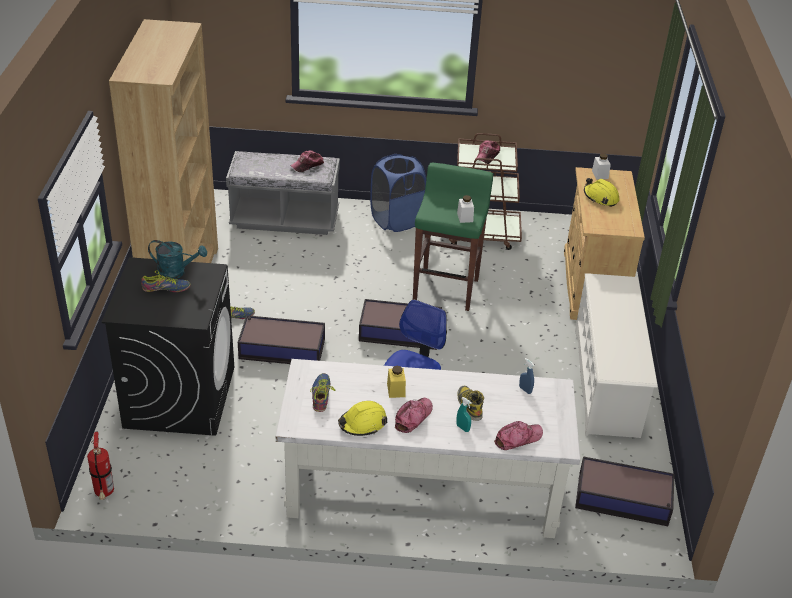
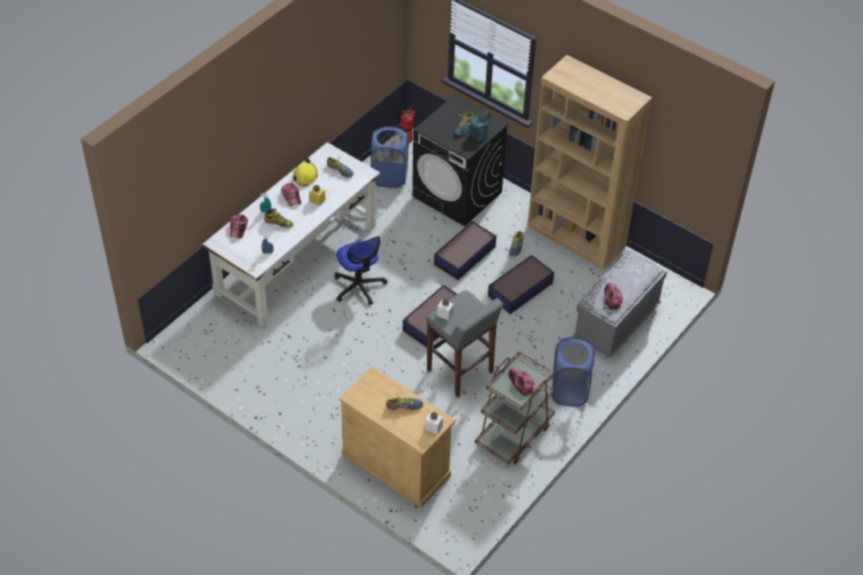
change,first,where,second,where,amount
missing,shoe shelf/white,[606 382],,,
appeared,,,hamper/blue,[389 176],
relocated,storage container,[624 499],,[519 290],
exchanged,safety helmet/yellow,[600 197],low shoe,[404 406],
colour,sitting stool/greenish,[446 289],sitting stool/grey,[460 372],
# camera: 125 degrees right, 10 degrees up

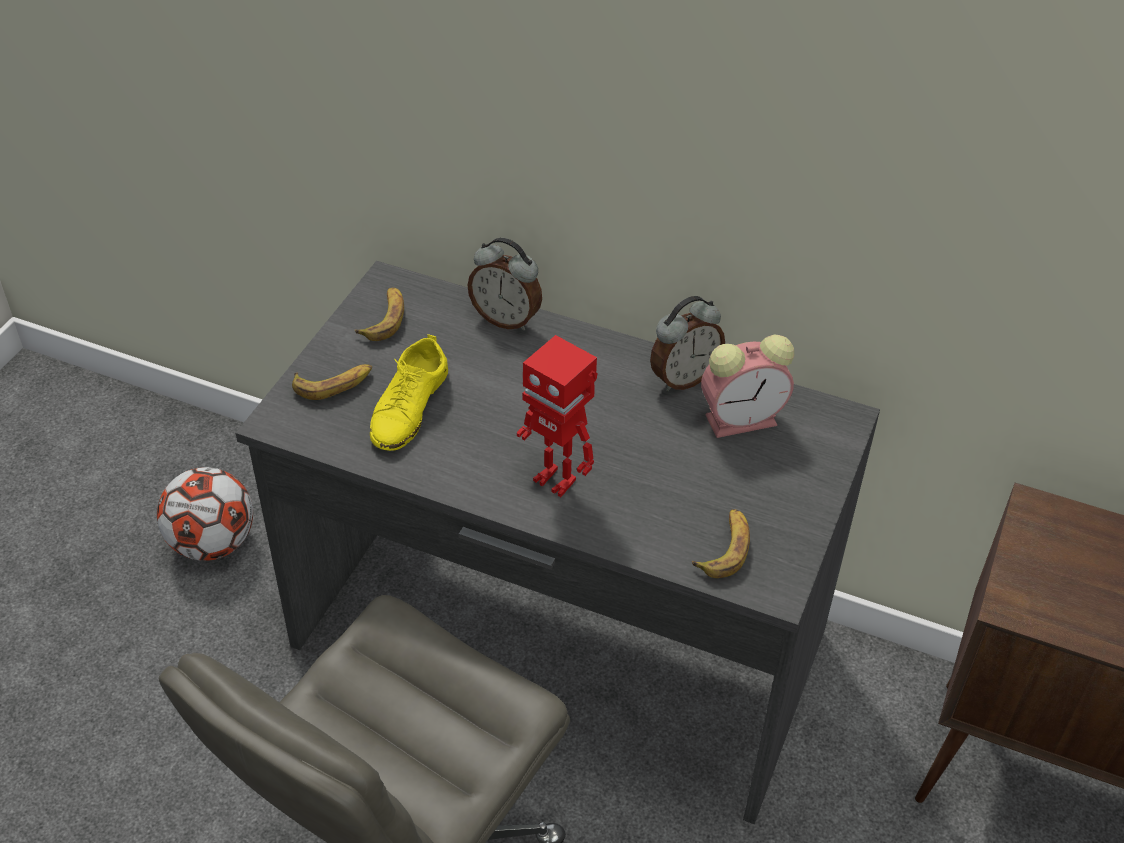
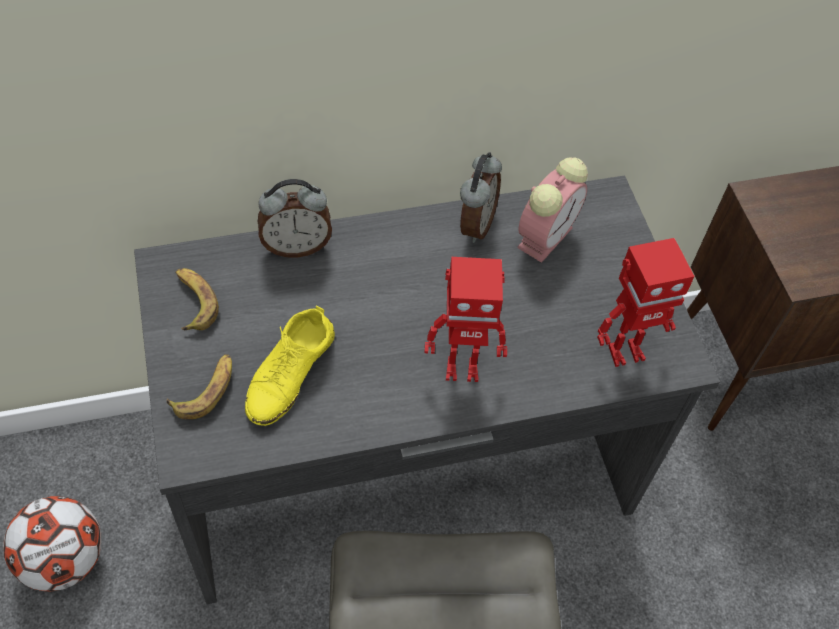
change,first,where,second,where,amount
exchanged,whole banana,[724 548],toy robot,[624 351],
spun,low shoe/yellow,[409 407],,[290 373],45 degrees clockwise
# camera: 40 degrees left, 10 degrees up

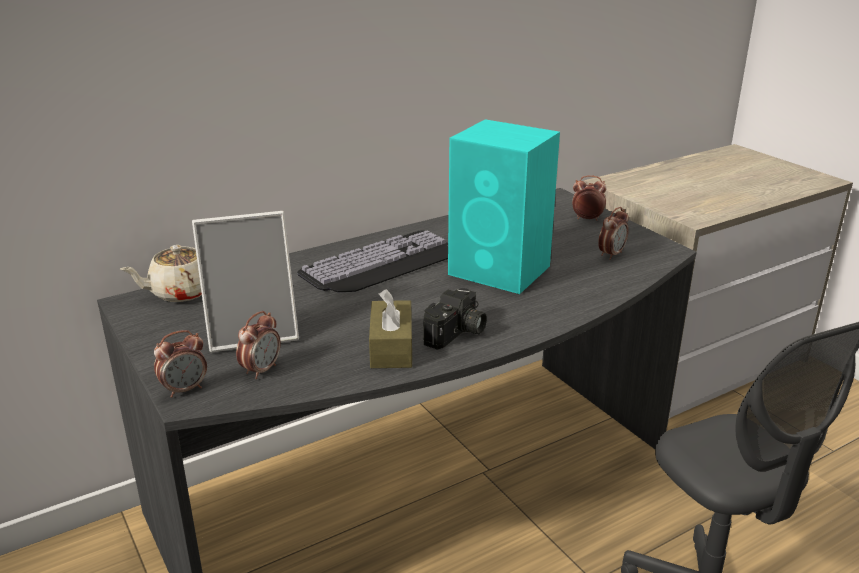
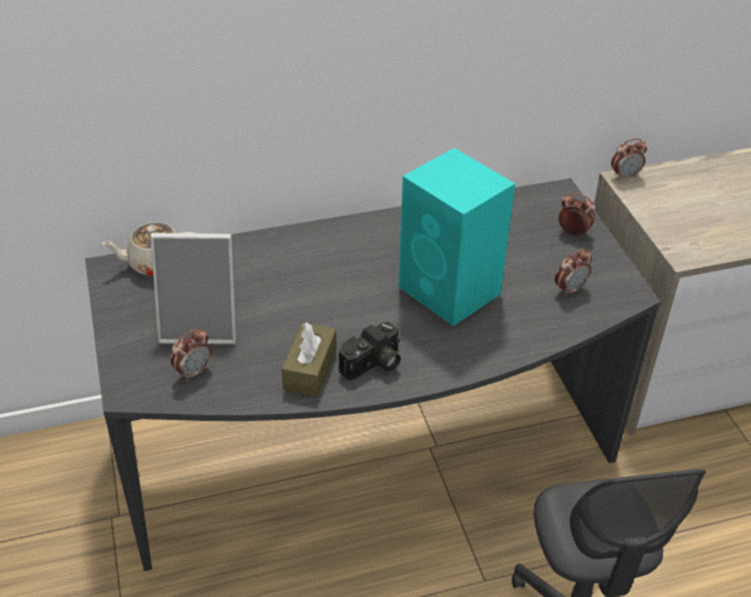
change,first,where,second,where,amount
missing,keyboard,[382 264],,,
relocated,table clock,[185 389],,[625 176],
# camera: 15 degrees right, 15 degrees up

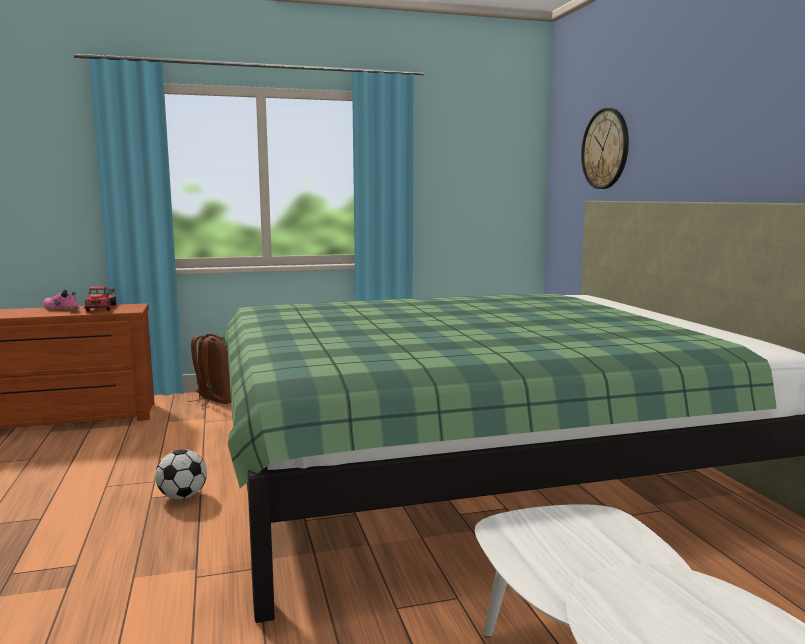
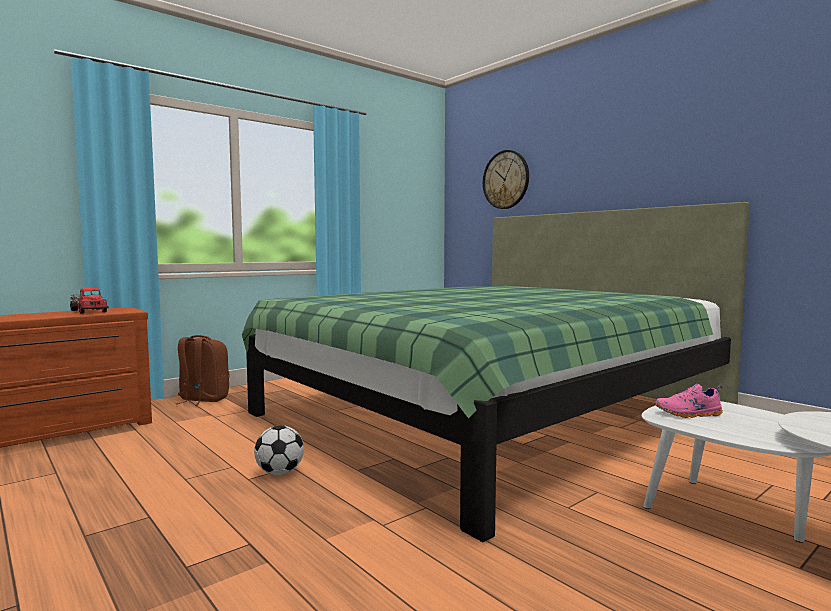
change,first,where,second,where,amount
relocated,low shoe/pink-coloured,[60 309],,[689 414],
# camera: 25 degrees left, 5 degrees down

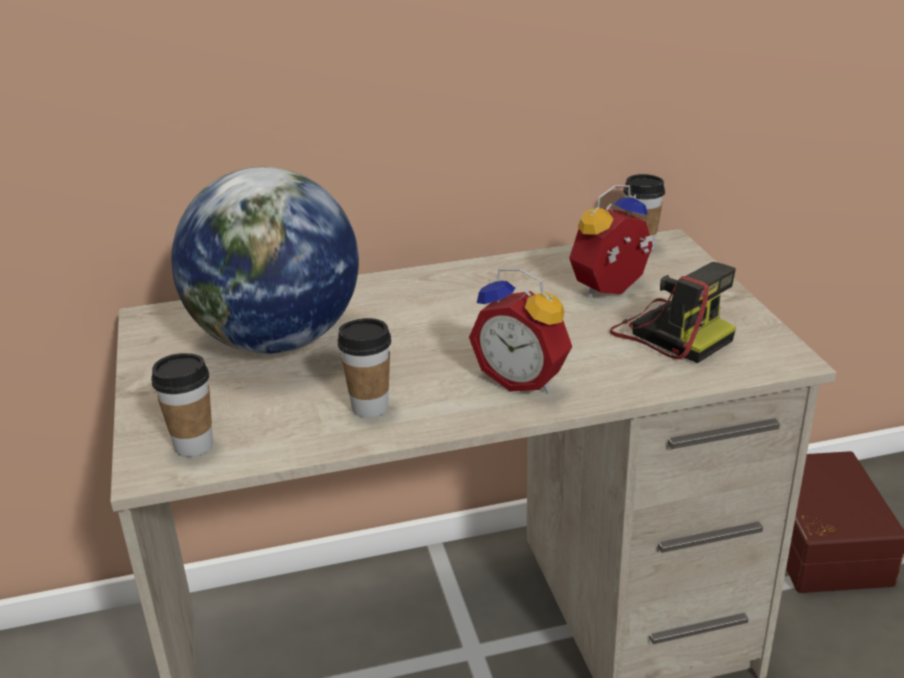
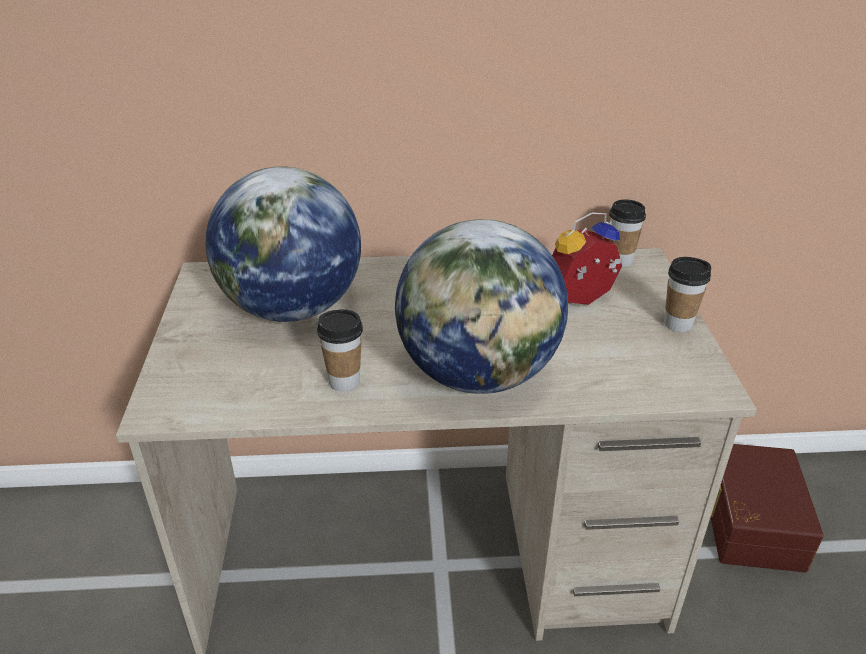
change,first,where,second,where,amount
missing,still camera,[670 333],,,
relocated,small cup,[193 445],,[678 324],
exchanged,table clock,[523 379],desk globe,[478 374],
# camera: 10 degrees right, 5 degrees up

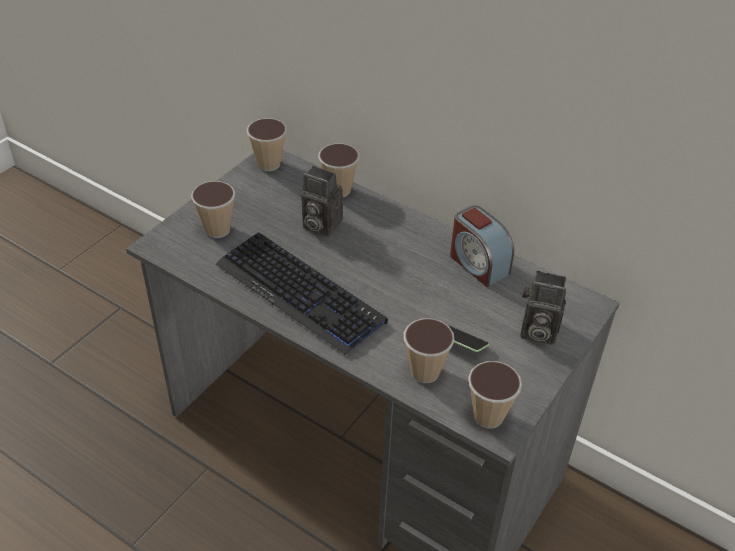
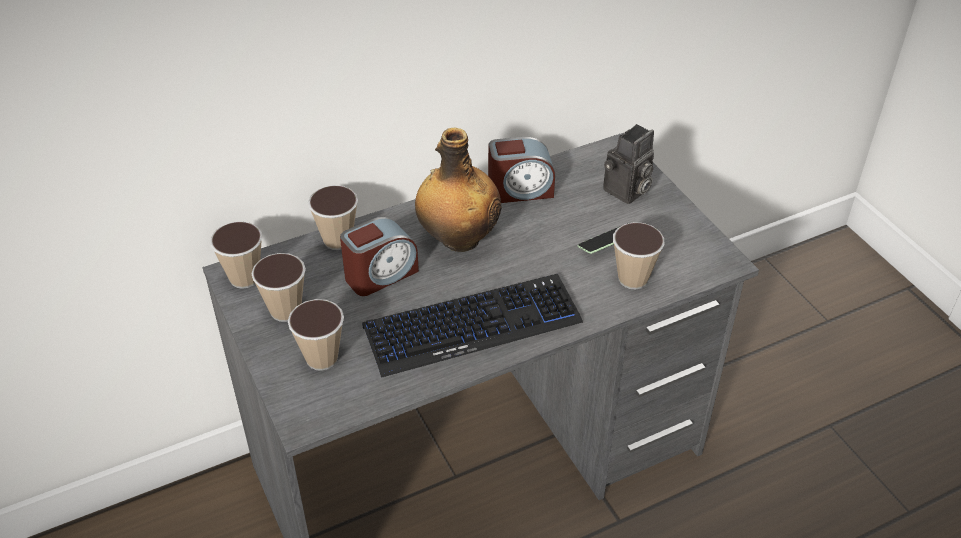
change,first,where,second,where,amount
appeared,,,drink bottle,[458 239],
relocated,small cup,[488 416],,[285 310],
exchanged,still camera,[319 225],table clock,[380 275],
# camera: 60 degrees left, 0 degrees up

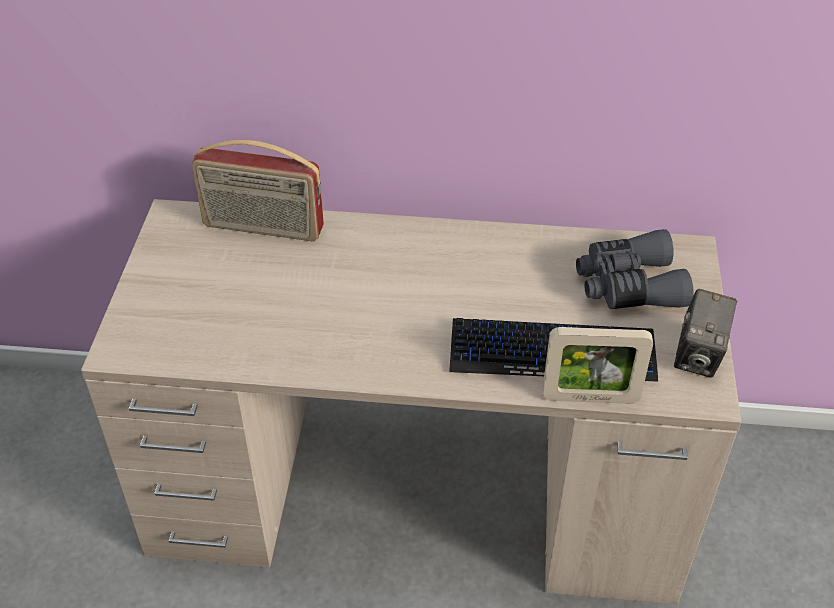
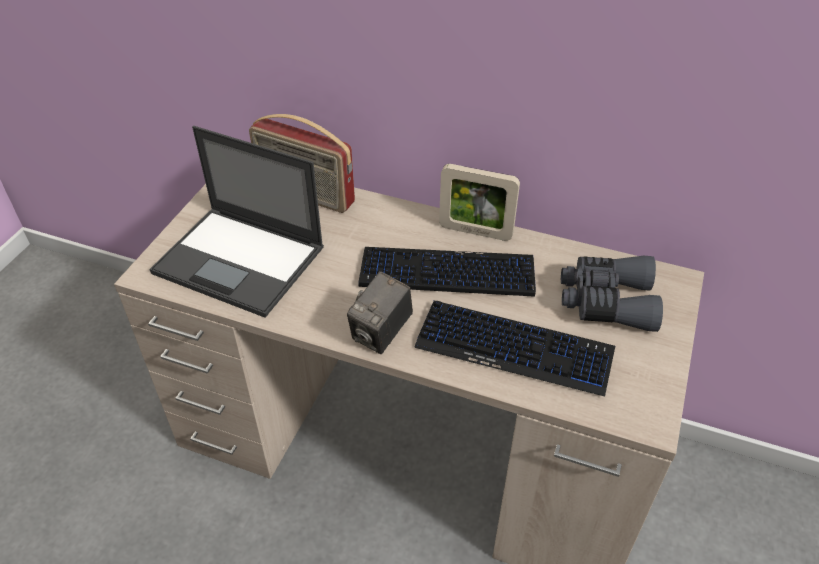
change,first,where,second,where,amount
appeared,,,laptop,[241 260],
appeared,,,keyboard,[447 273],
relocated,picture frame,[590 398],,[475 232],
relocated,still camera,[698 356],,[381 333],
# camera: 15 degrees right, 0 degrees up

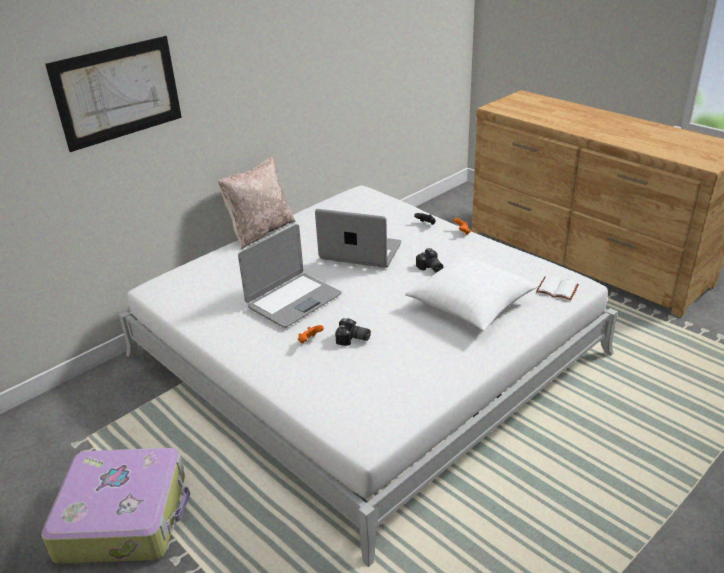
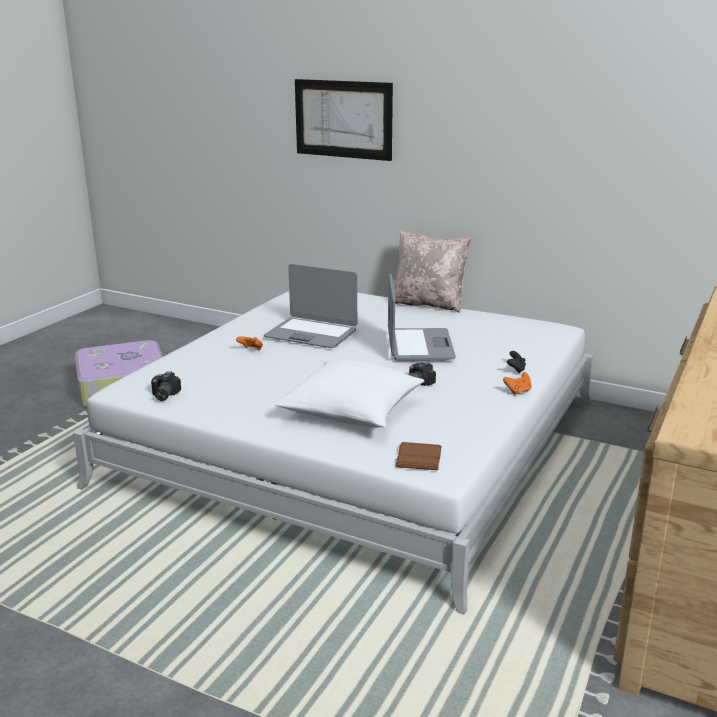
change,first,where,second,where,amount
relocated,still camera,[353 339],,[163 395],
colour,bound book/white,[556 290],bound book/brownish,[417 457],
# camera: 70 degrees right, 10 degrees down

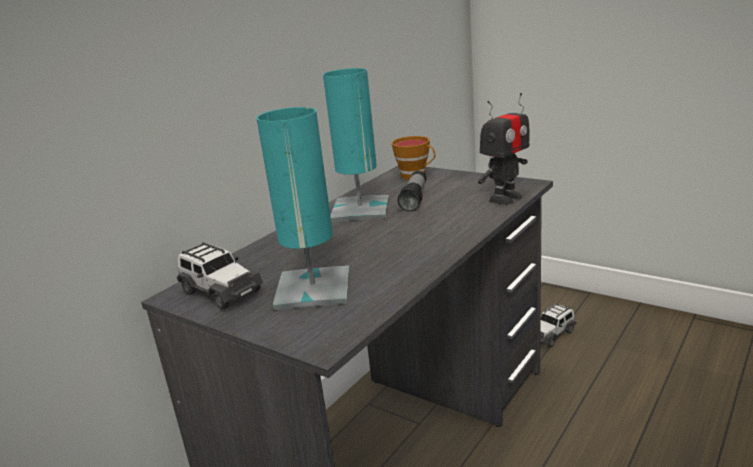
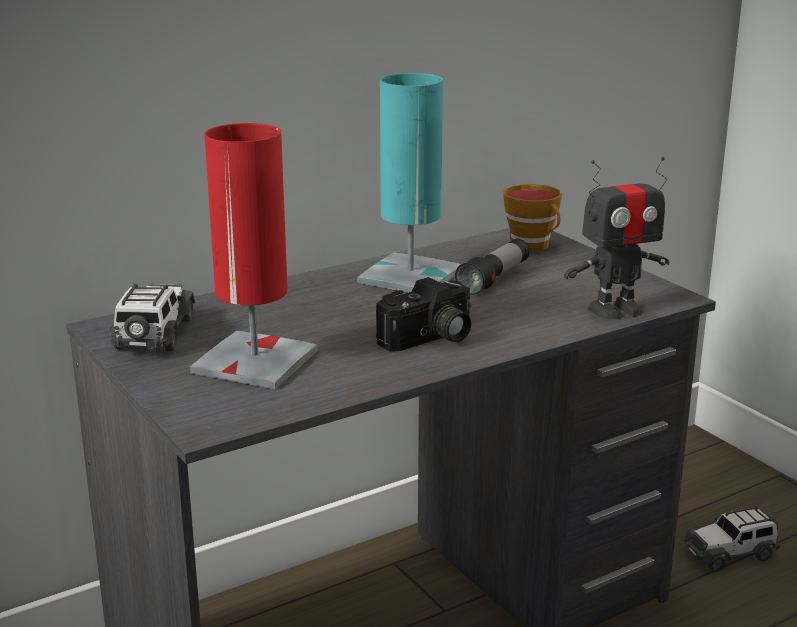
change,first,where,second,where,amount
appeared,,,still camera,[430 339],
colour,table lamp/blue-green,[313 289],table lamp/reddish,[255 362],
spun,miniature car,[220 291],,[154 335],150 degrees counterclockwise
# camera: 20 degrees right, 0 degrees up

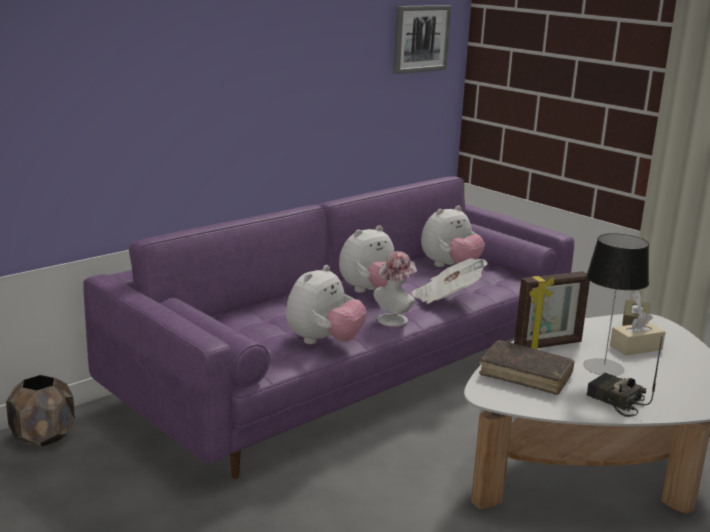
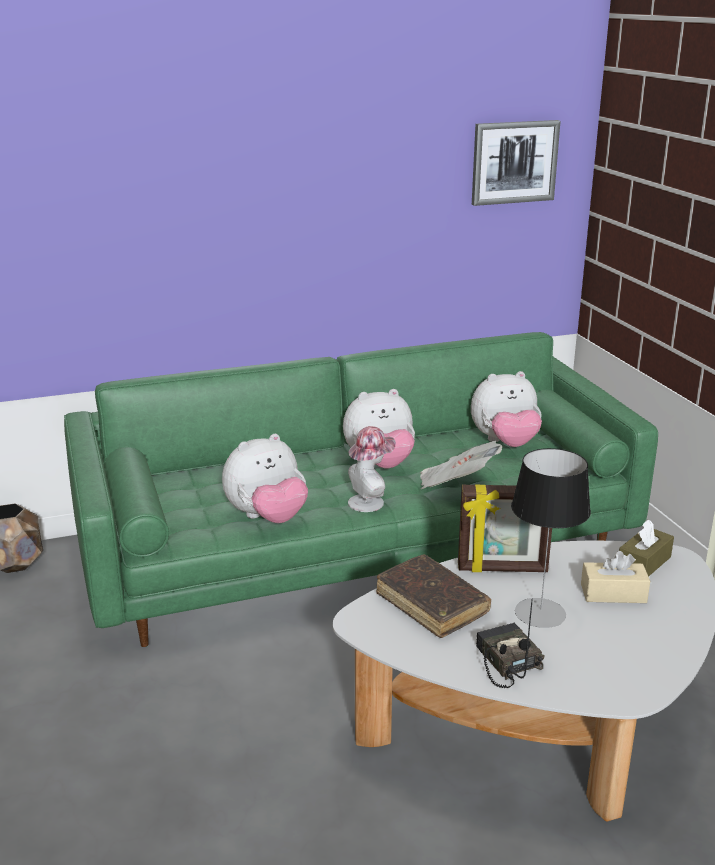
change,first,where,second,where,amount
colour,settee/purple,[350 372],settee/greenish,[357 548],
# camera: 25 degrees right, 5 degrees up

